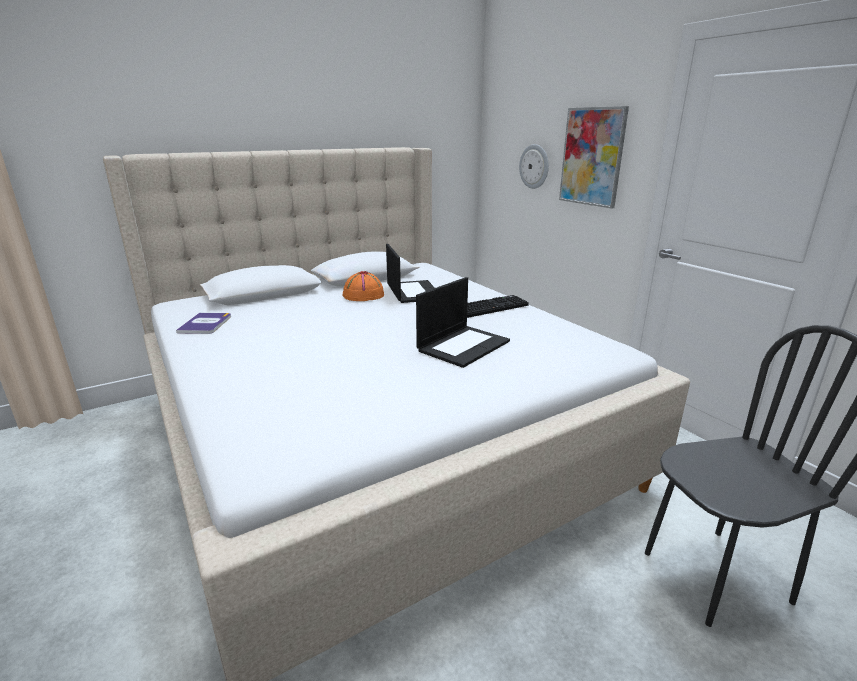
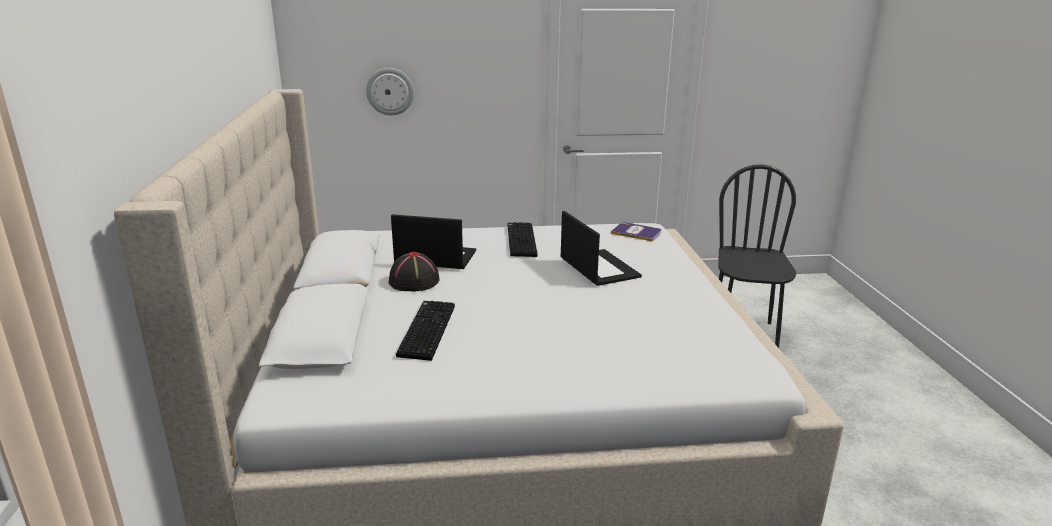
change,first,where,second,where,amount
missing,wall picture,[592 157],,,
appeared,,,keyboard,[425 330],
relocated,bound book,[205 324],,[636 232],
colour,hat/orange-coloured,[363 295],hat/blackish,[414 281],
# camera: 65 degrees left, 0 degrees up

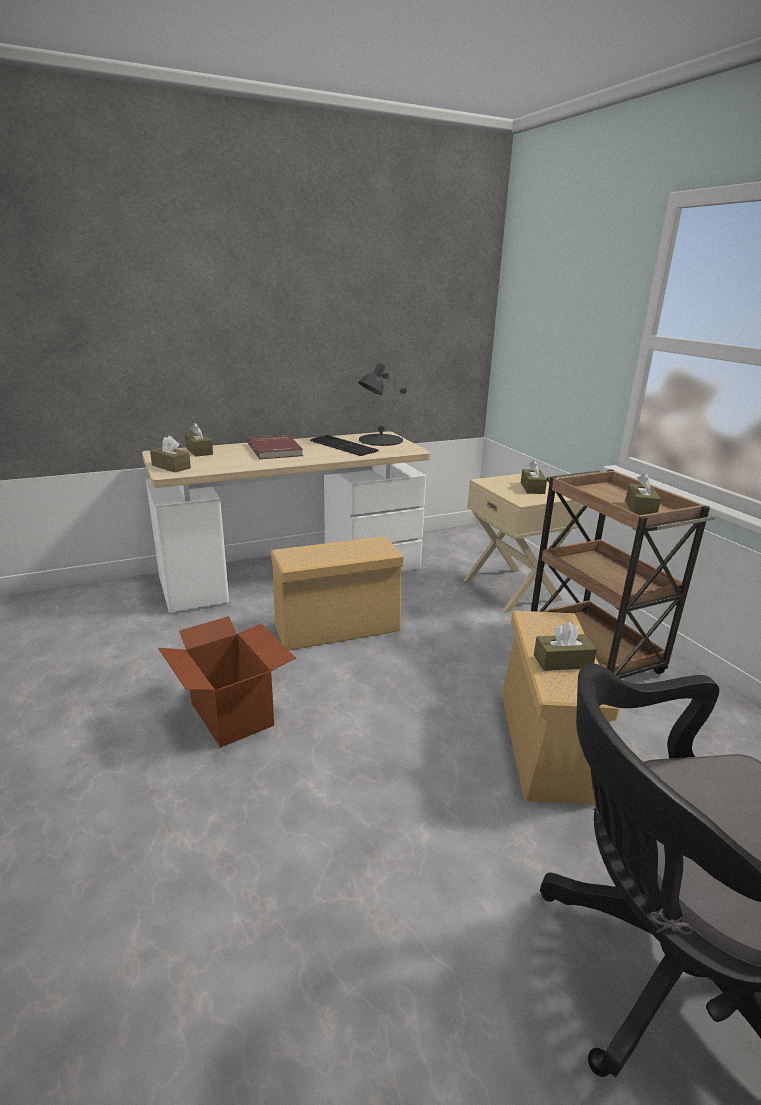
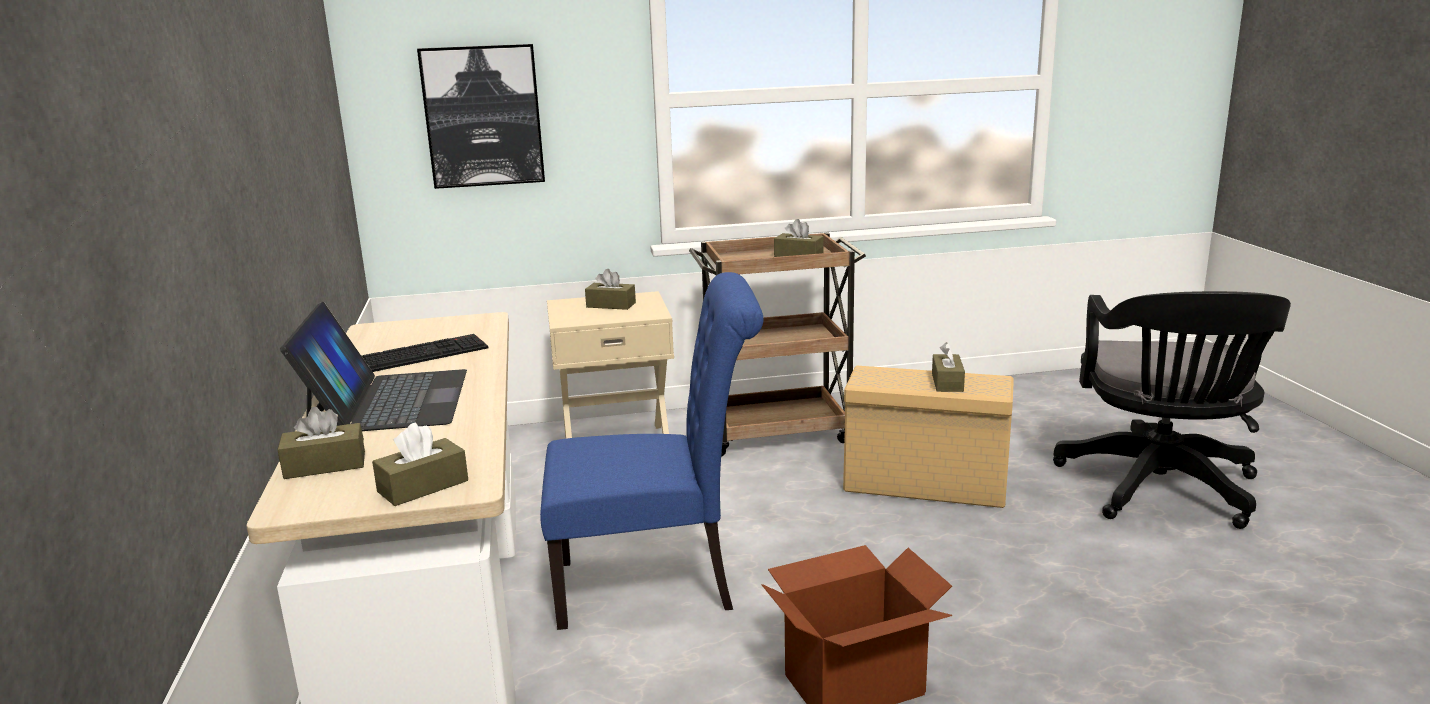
change,first,where,second,where,amount
missing,table lamp/blackish,[380 440],,,
appeared,,,wall picture,[483 116],
exchanged,bound book/reddish,[276 450],laptop,[388 401],
exchanged,storage container/sand-coloured,[335 629],chair/blue,[657 585],
# camera: 75 degrees left, 5 degrees down

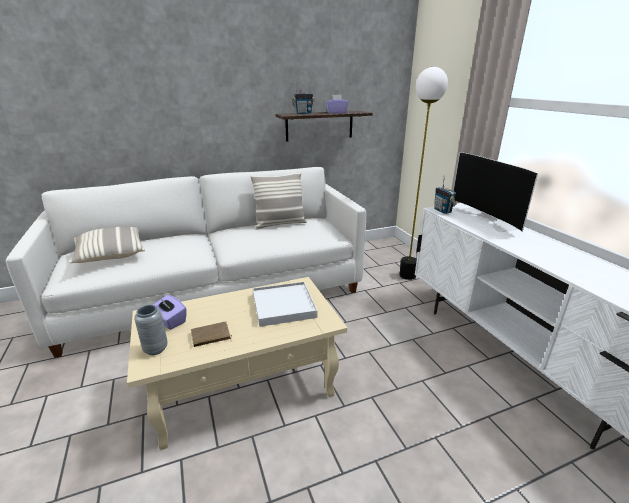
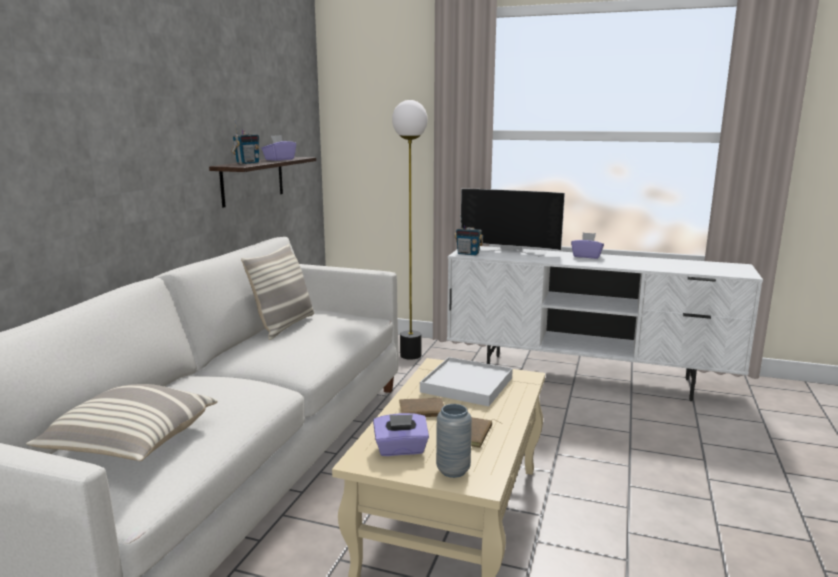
change,first,where,second,where,amount
appeared,,,bound book/brownish,[422 412],
appeared,,,tissue holder/purple,[586 256],
# camera: 50 degrees left, 10 degrees down

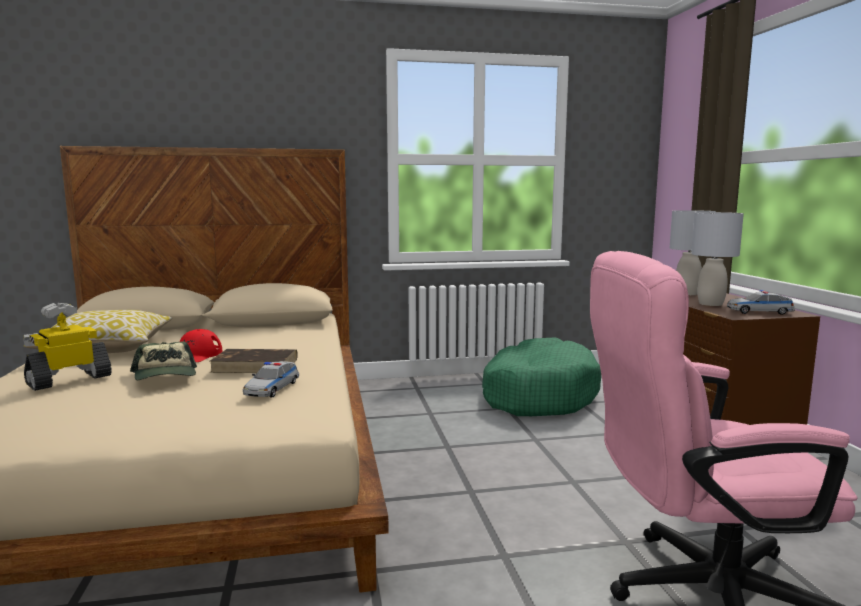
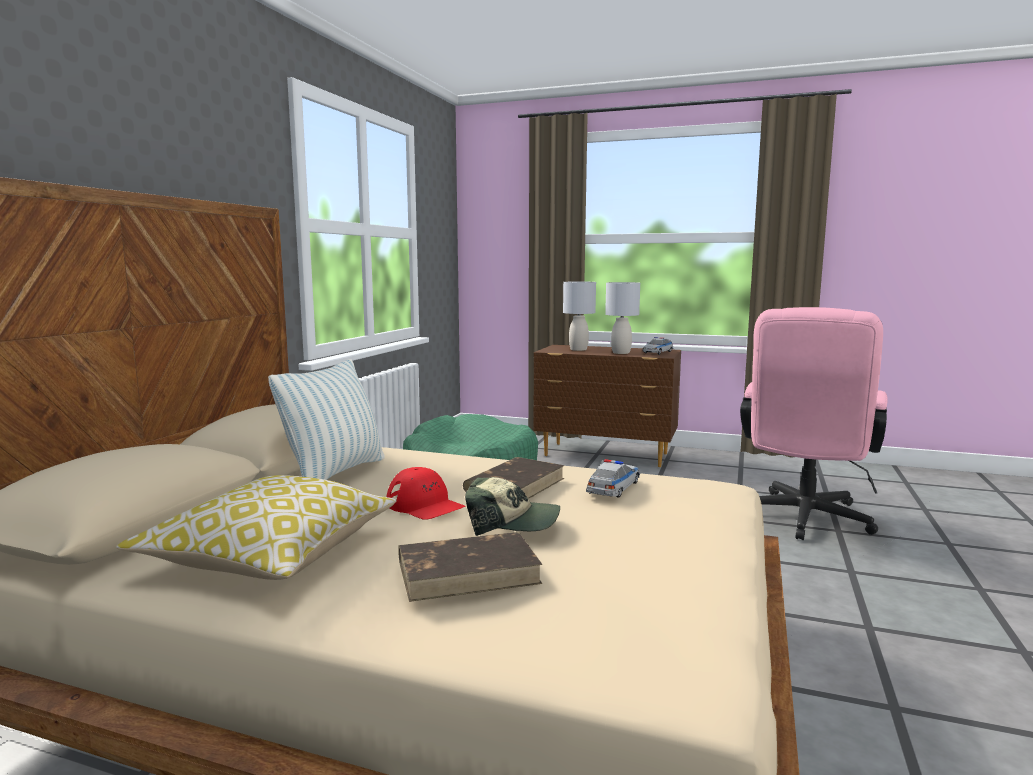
change,first,where,second,where,amount
appeared,,,cushion,[335 472],
exchanged,toy robot,[69 379],bound book/brownish,[469 571],
spun,miniature car,[272 388],,[613 488],105 degrees counterclockwise
# camera: 60 degrees left, 0 degrees up

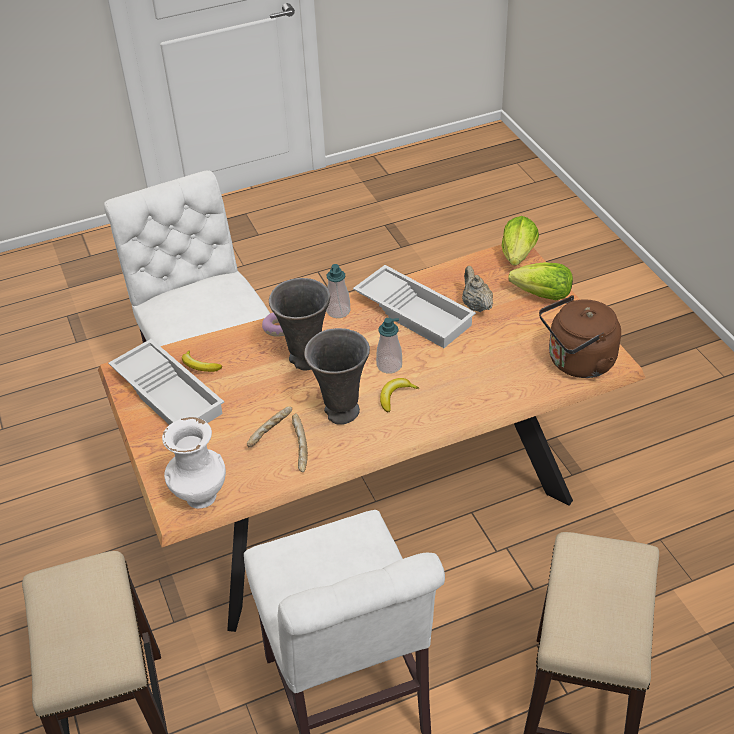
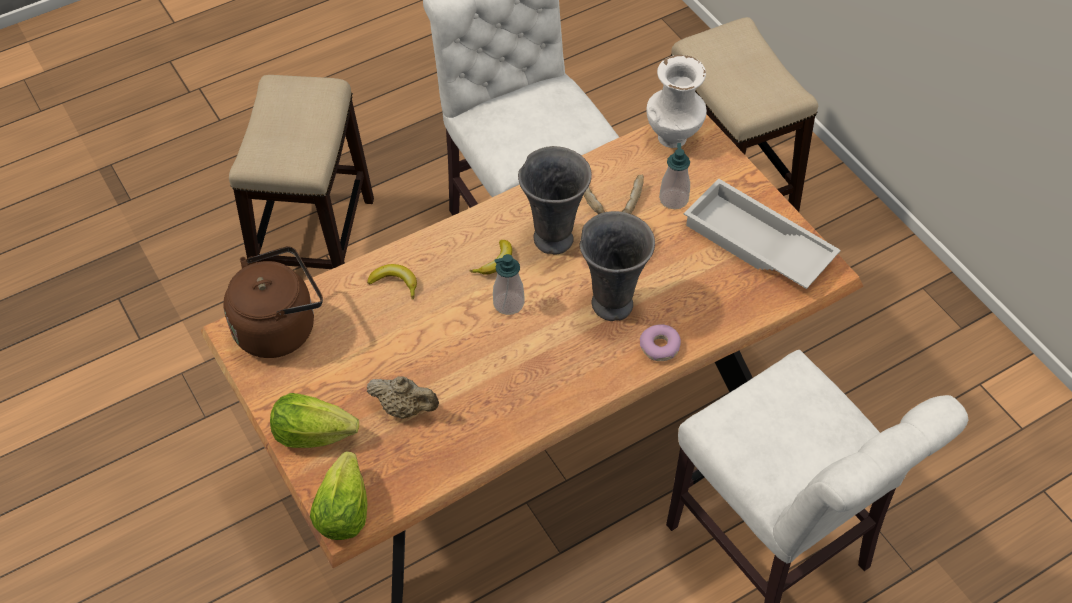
change,first,where,second,where,amount
missing,carrying tray/white,[415 312],,,
relocated,whole banana,[199 366],,[395 283],
relocated,liquid soap bottle,[338 311],,[673 199],
spun,tea pot/sand-coloured,[476 305],,[405 408],45 degrees counterclockwise
# camera: 170 degrees right, 10 degrees up

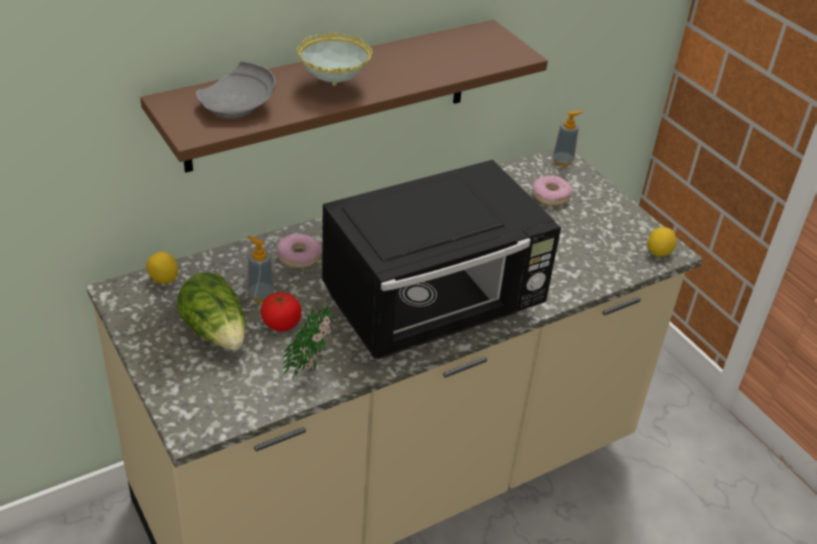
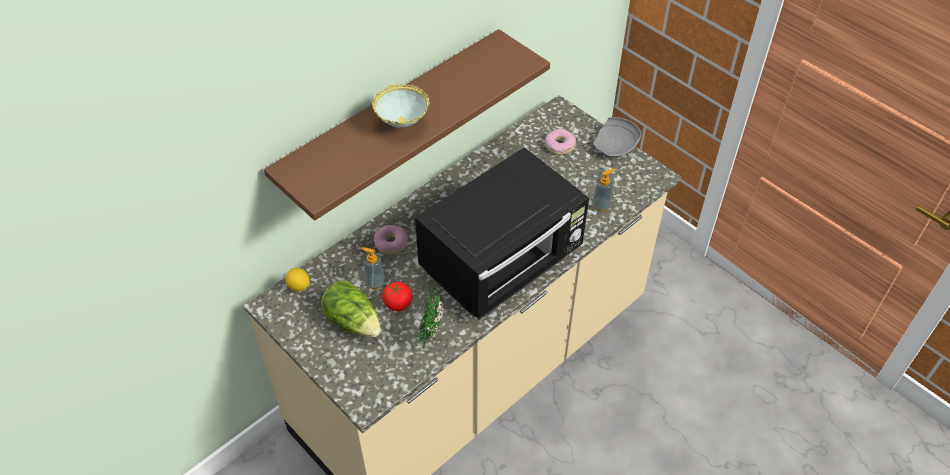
change,first,where,second,where,amount
missing,lemon,[658 252],,,
relocated,dinner plate/grey,[238 106],,[615 146],
relocated,liquid soap bottle,[562 161],,[601 206],
# camera: 10 degrees left, 10 degrees up

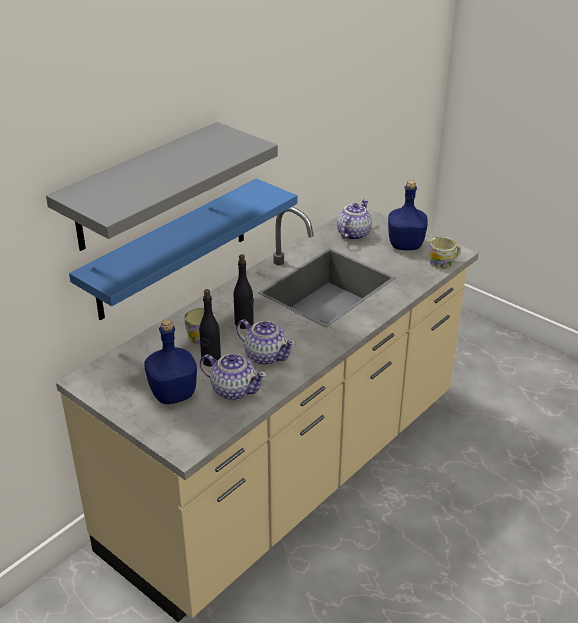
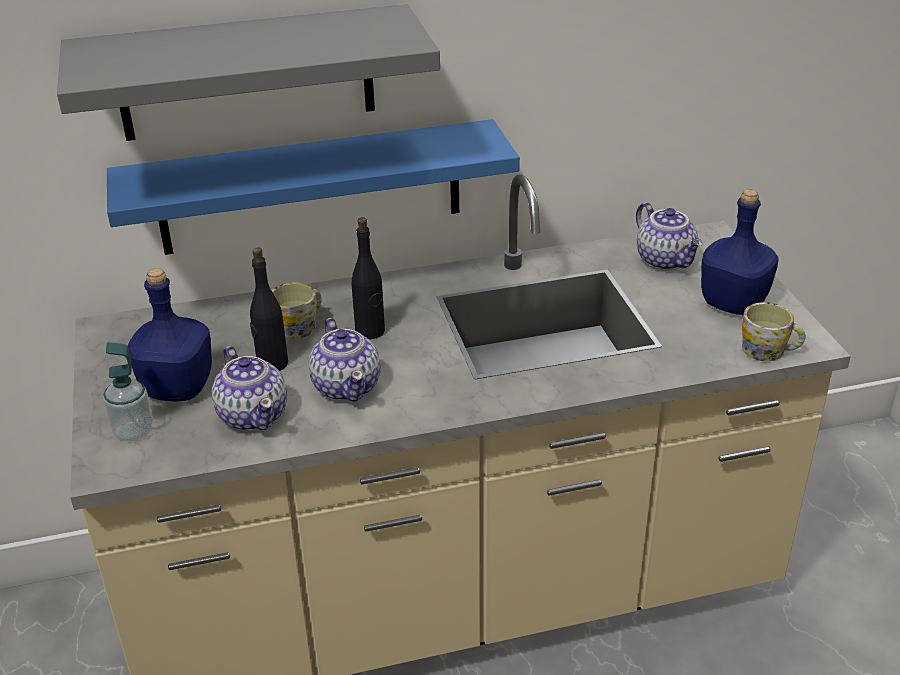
change,first,where,second,where,amount
appeared,,,liquid soap bottle,[133 431],
spun,tea pot,[352 233],,[666 260],90 degrees clockwise
# camera: 35 degrees right, 0 degrees up

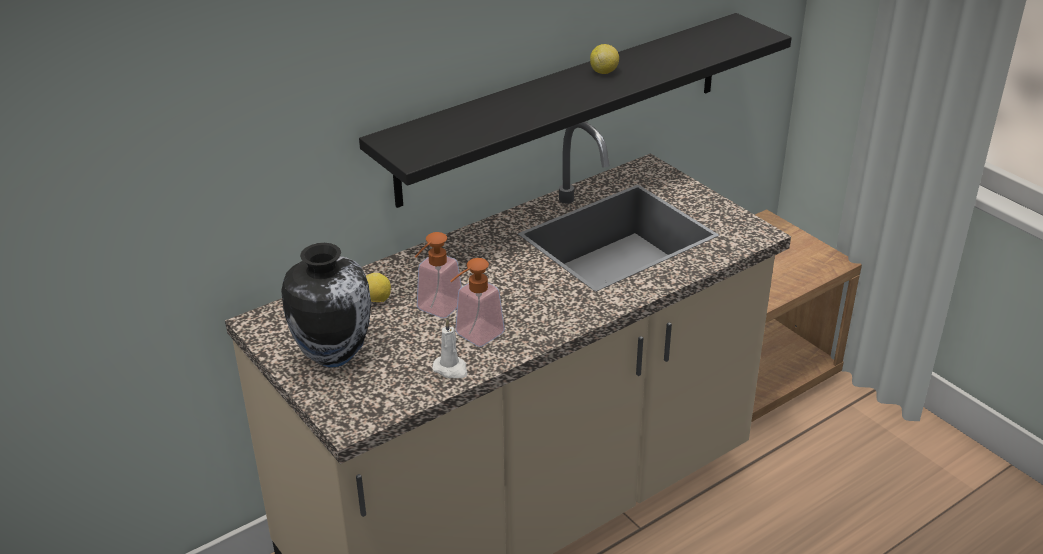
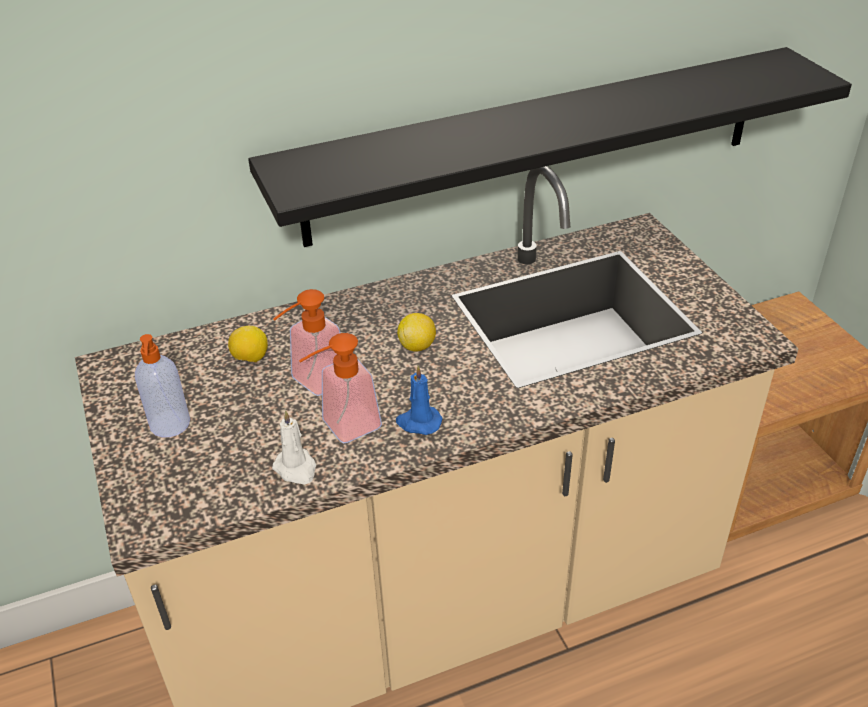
change,first,where,second,where,amount
appeared,,,wax candle/blue,[418 422],
relocated,lemon,[604 72],,[417 346],
exchanged,vase,[334 355],liquid soap bottle,[170 425],
# camera: 15 degrees right, 5 degrees up

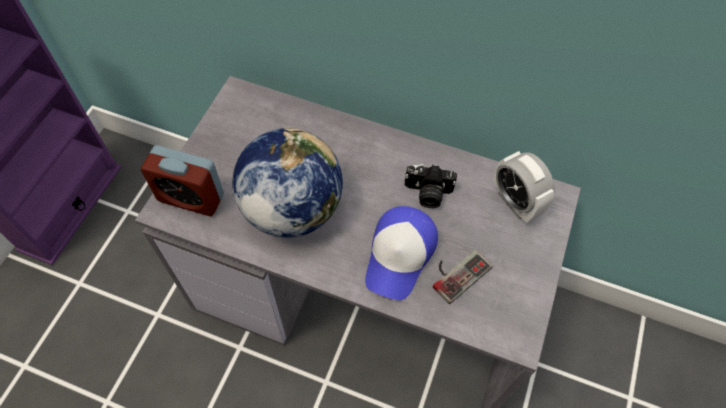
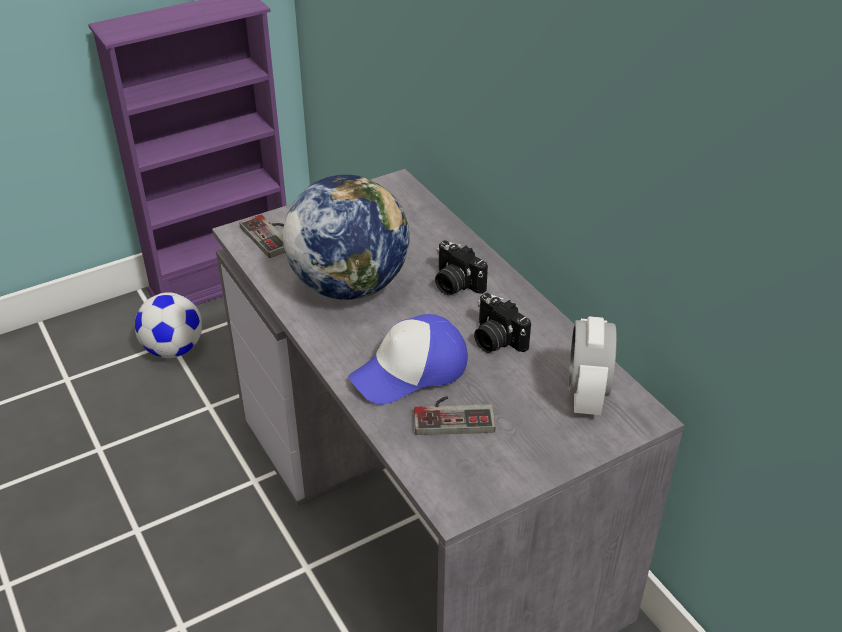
change,first,where,second,where,amount
appeared,,,football,[174 349],
appeared,,,still camera,[455 284],
exchanged,table clock,[191 198],joypad,[272 235],
# camera: 40 degrees right, 20 degrees down

